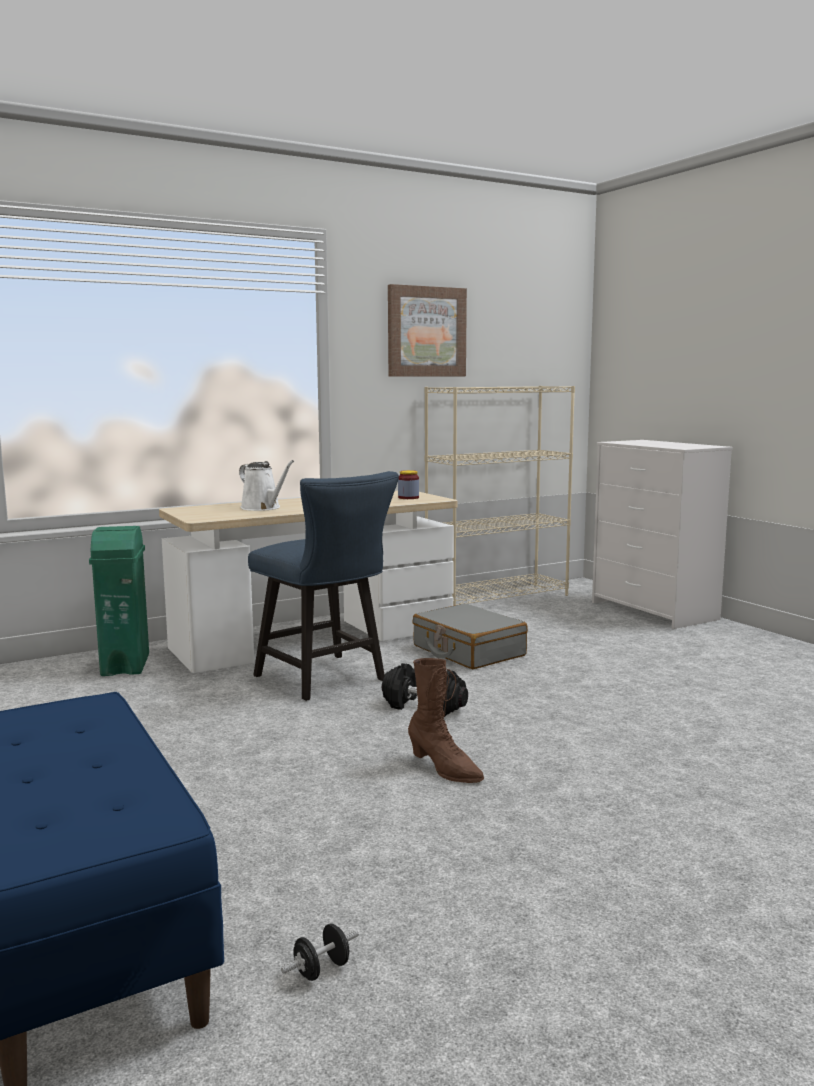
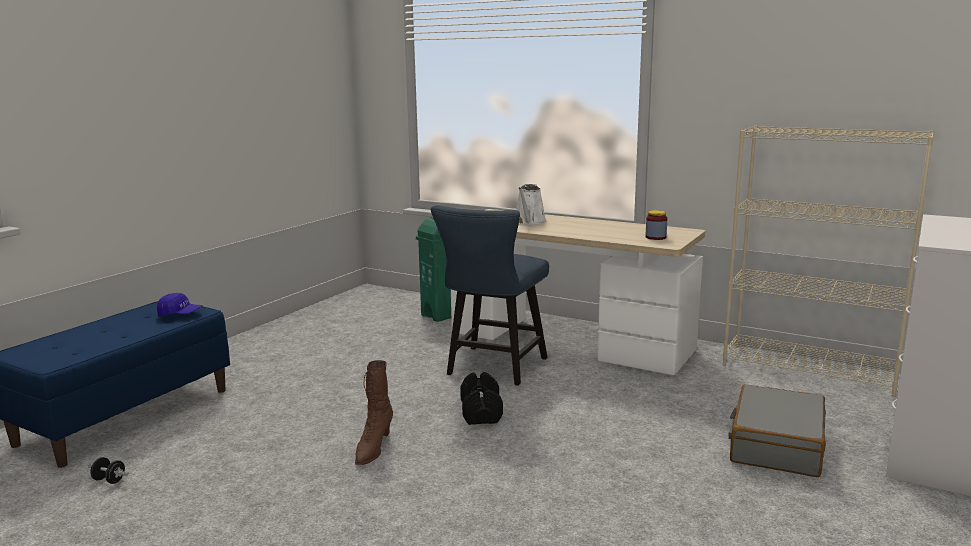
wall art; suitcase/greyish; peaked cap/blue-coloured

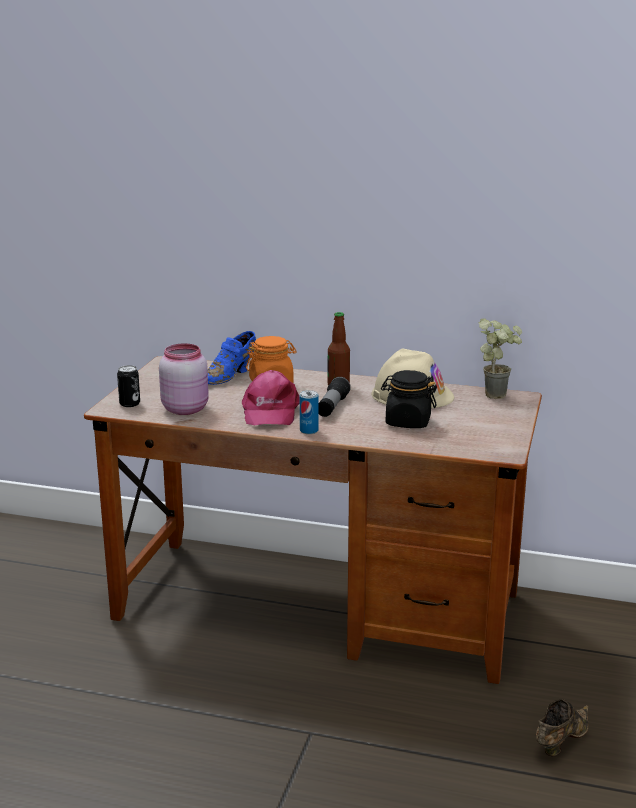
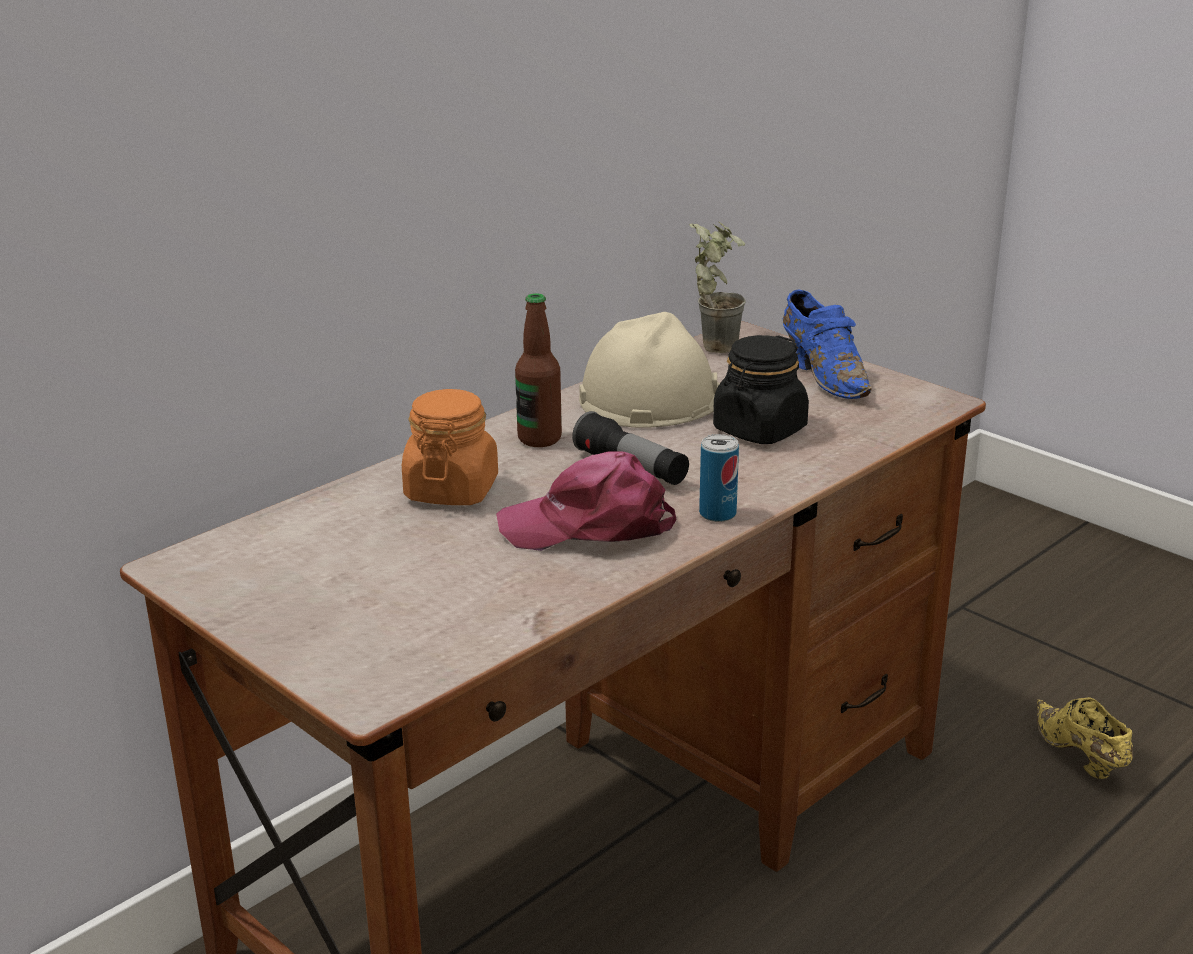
metal can (1st from left in the first image); storage jar/pinkish; shoe/blue-coloured; peaked cap/pinkish; shoe/yellow-coloured

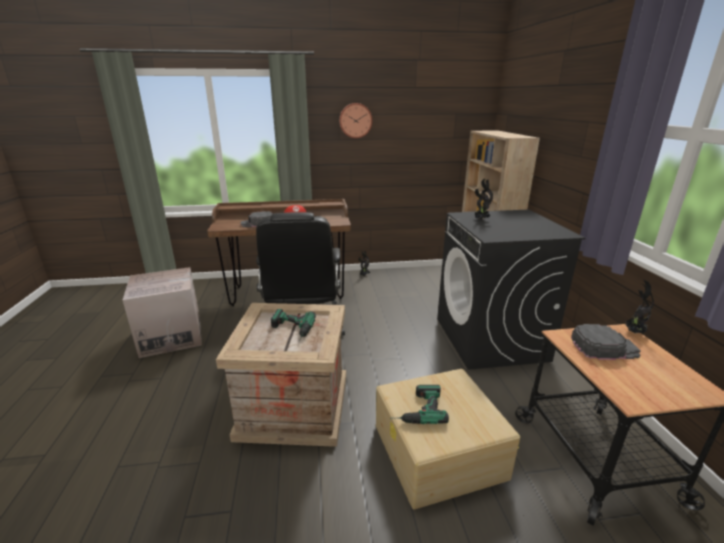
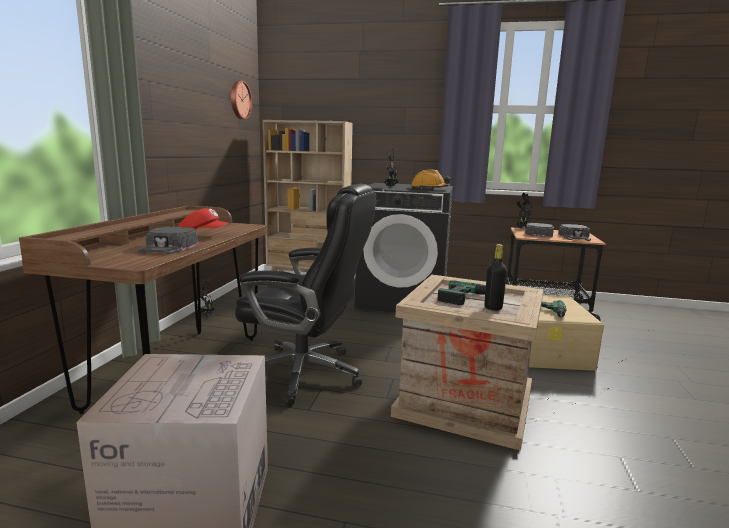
hanging clock; safety helmet/orange; drink bottle/black-coloured; peaked cap/black-coloured (3rd from left)

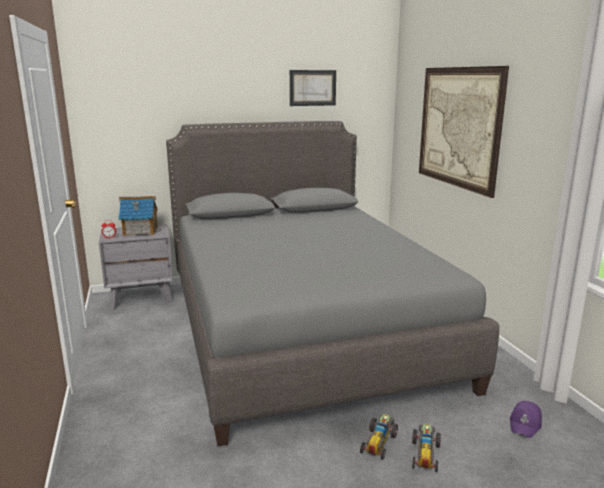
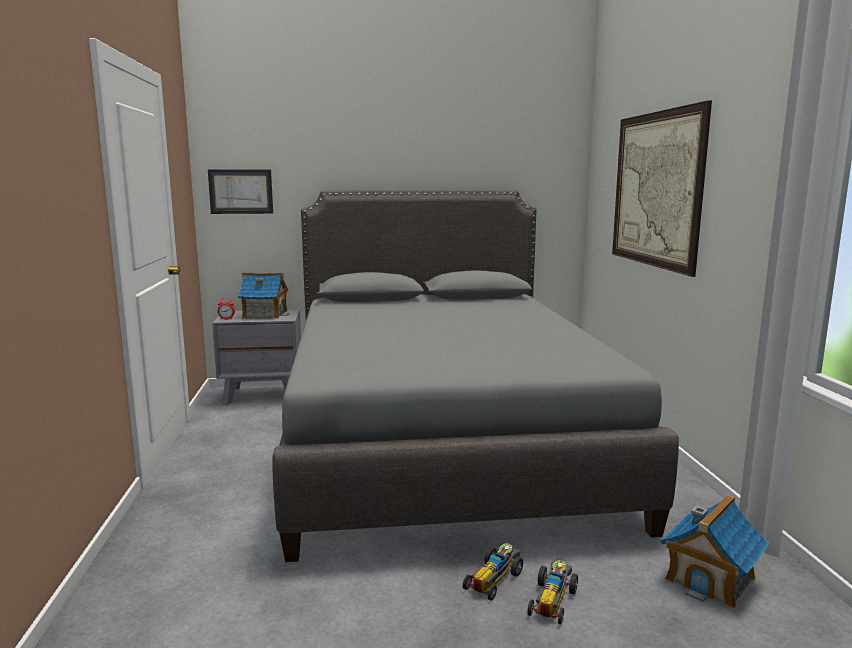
wall art (1st from left); model house (2nd from left)

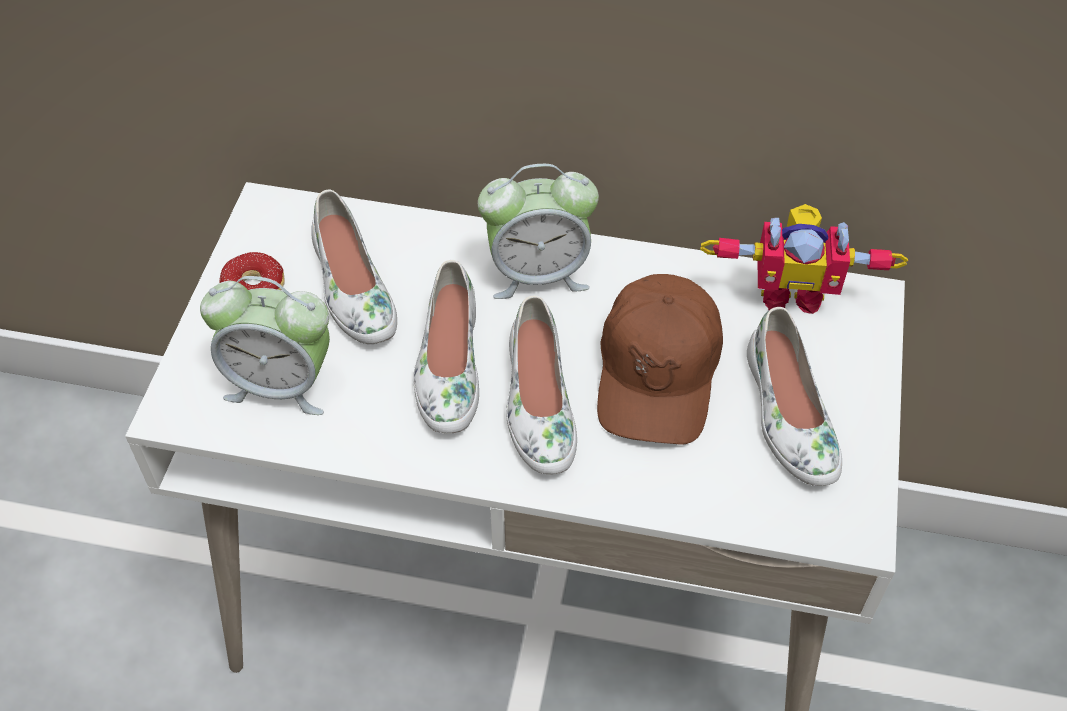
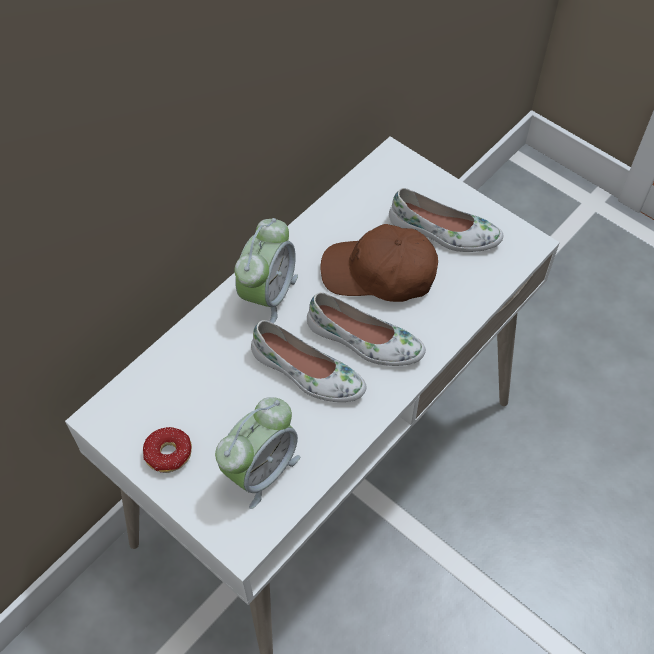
shoe/white-coloured (1st from left in the first image); peaked cap/brownish; toy robot

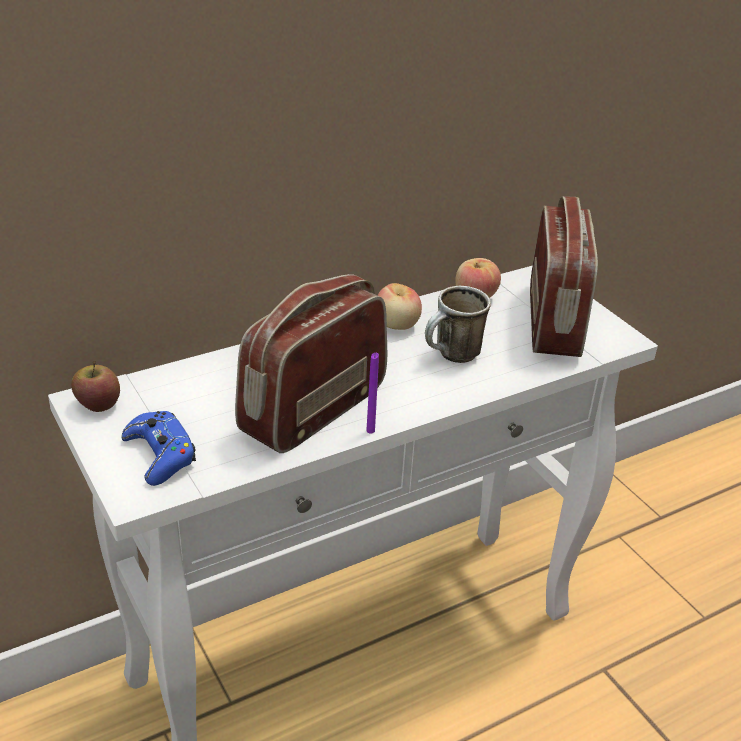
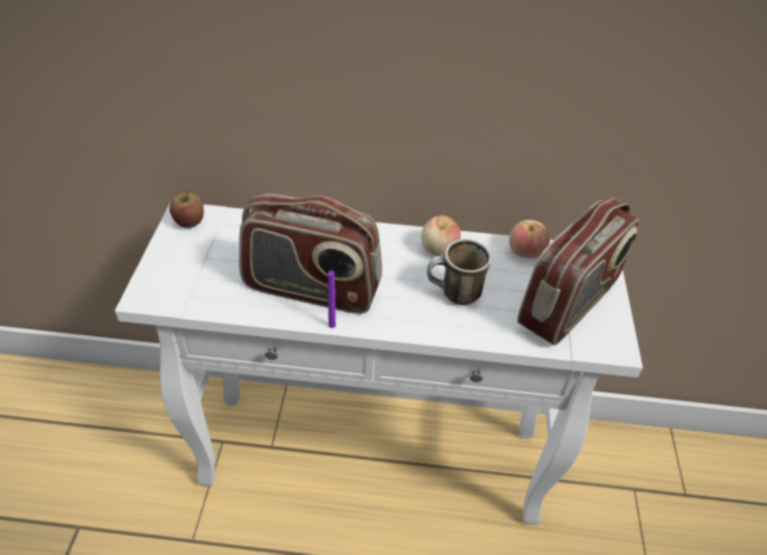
gamepad/blue-coloured; radio receiver (1st from left)

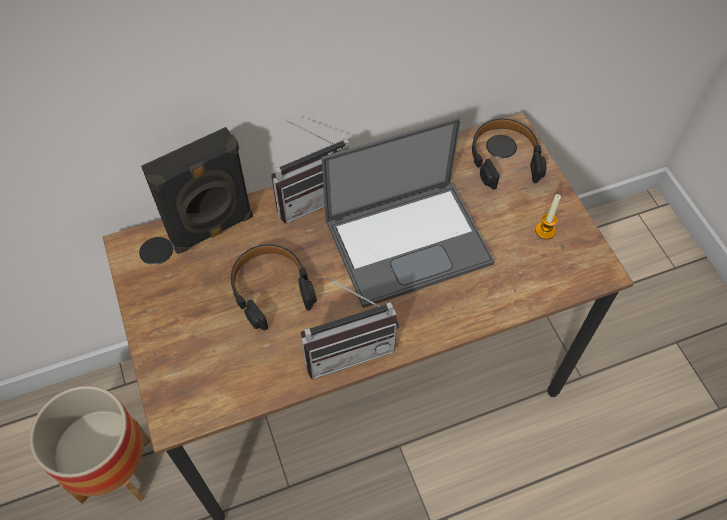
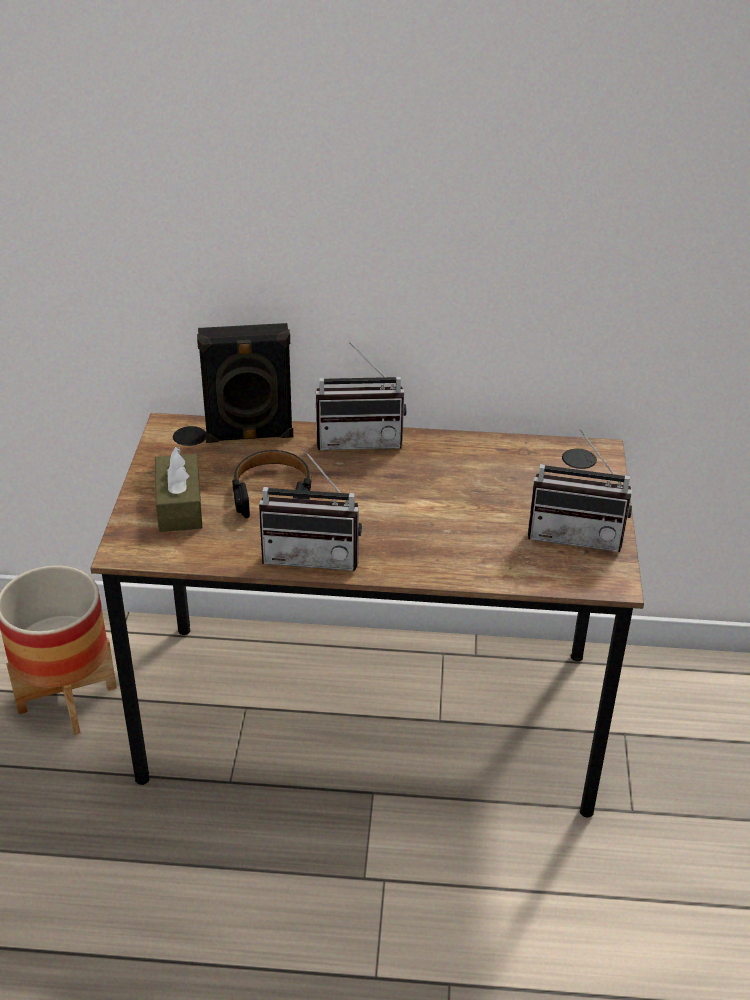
laptop; headphones/black-coloured (2nd from left in the first image); radio receiver (3rd from left); box of tissues/brownish

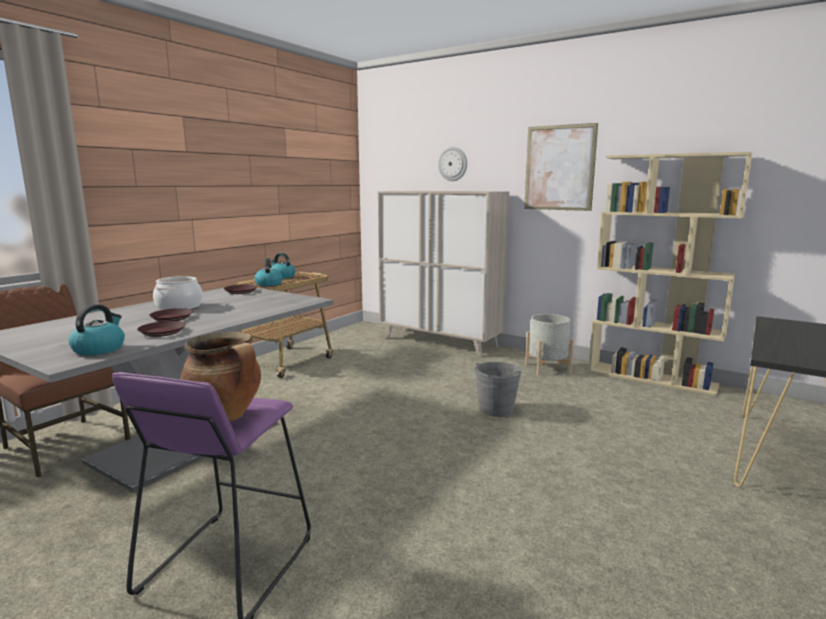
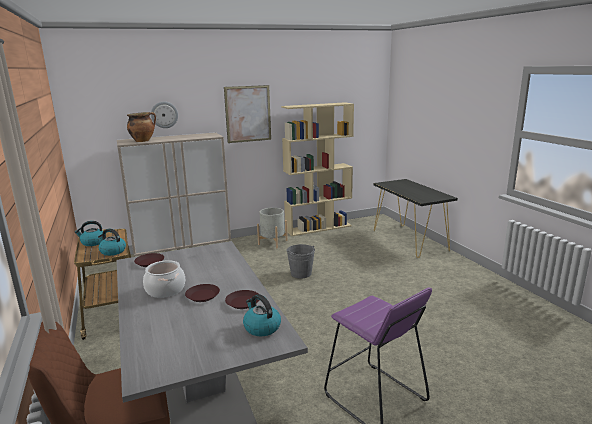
saucepot (1st from left)

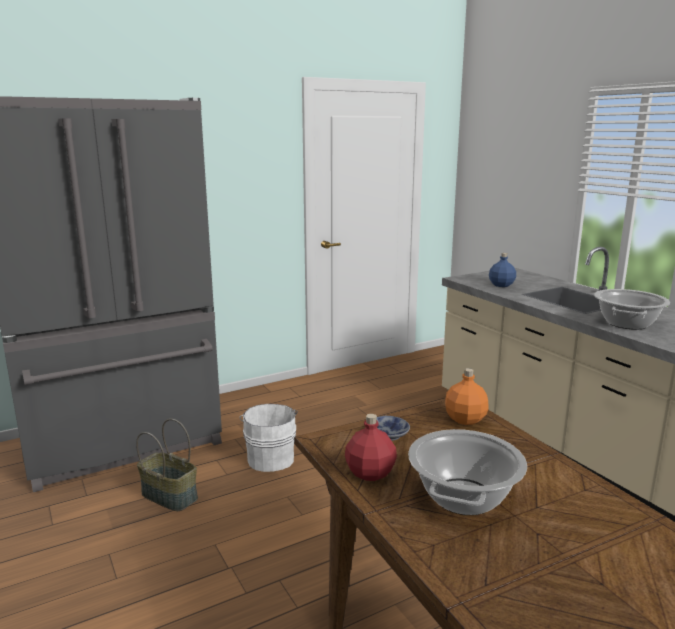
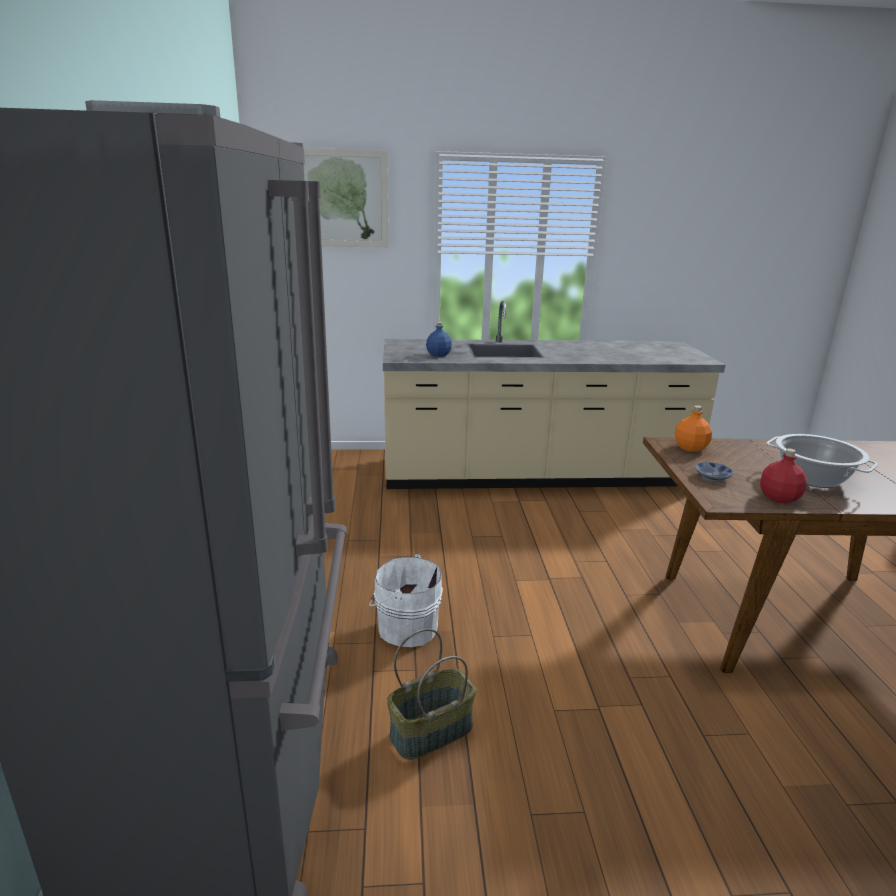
saucepot (2nd from left in the first image); wall art

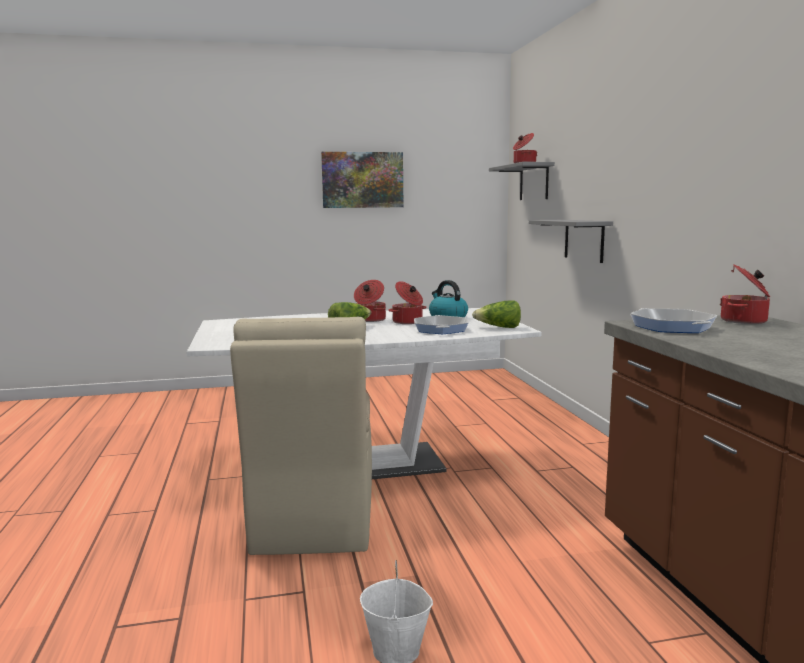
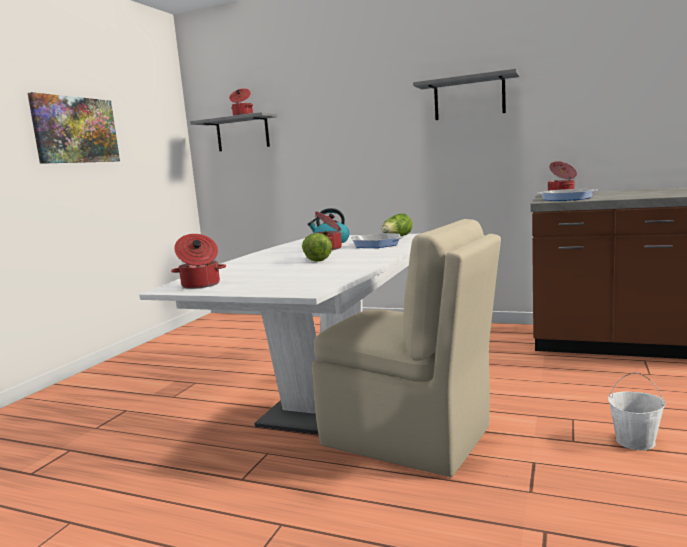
saucepot (1st from left); shelf/greyish (2nd from left)

